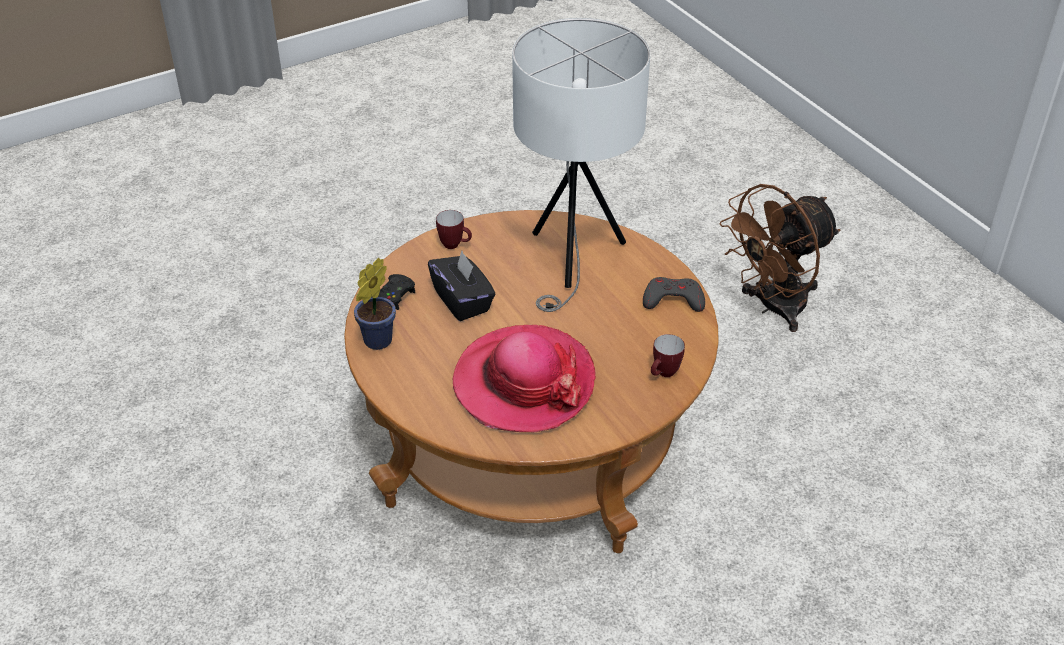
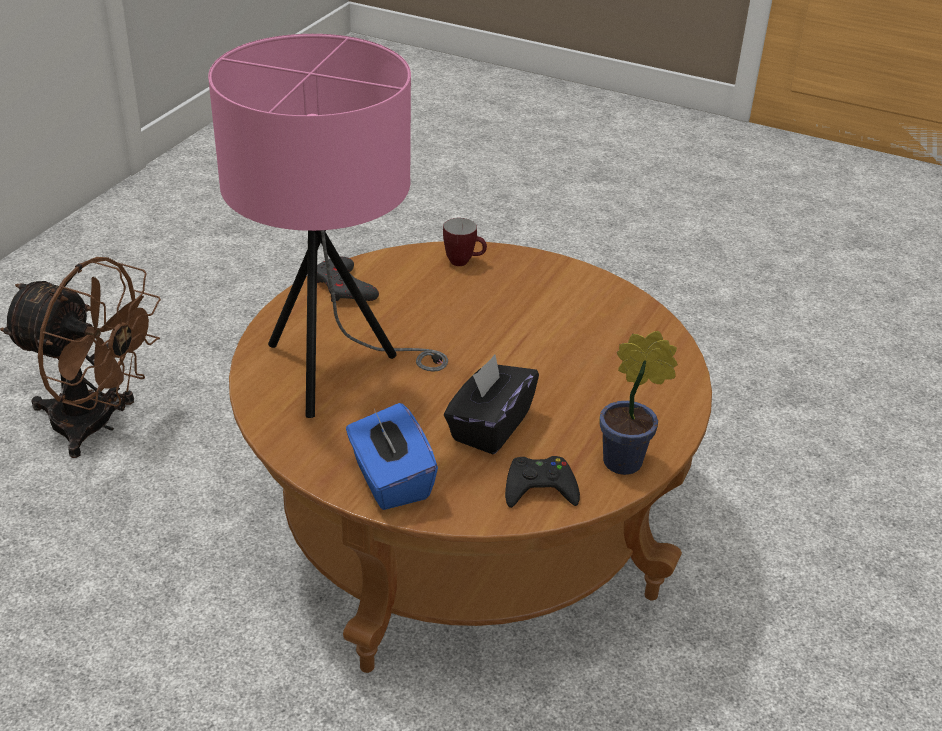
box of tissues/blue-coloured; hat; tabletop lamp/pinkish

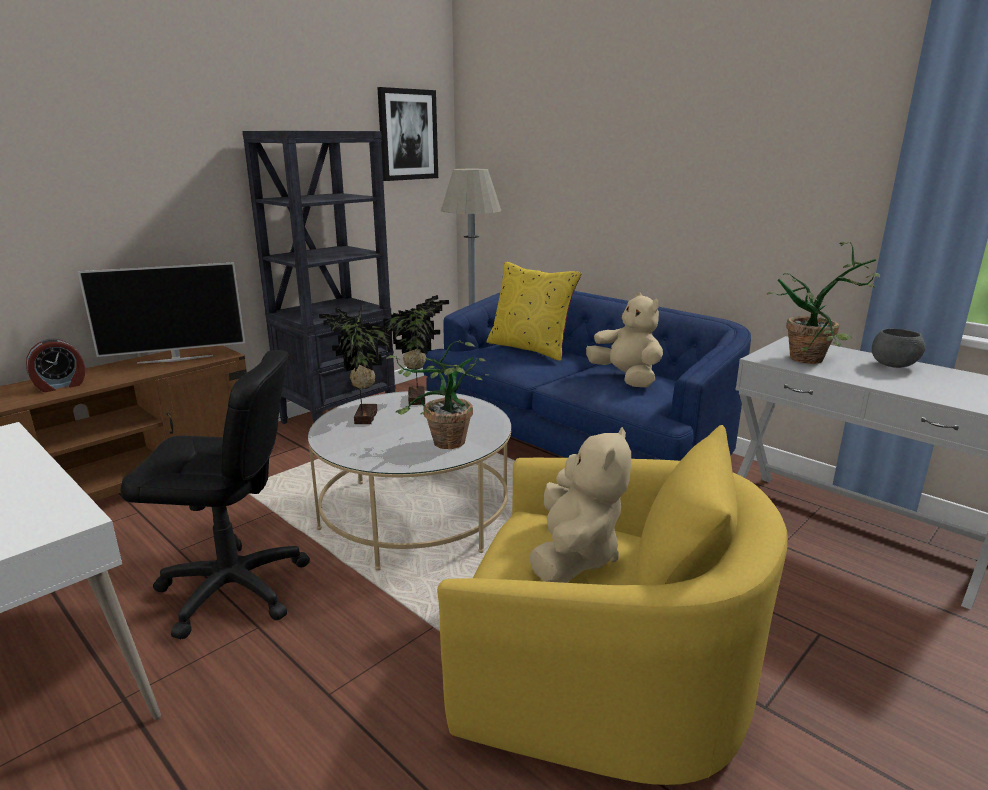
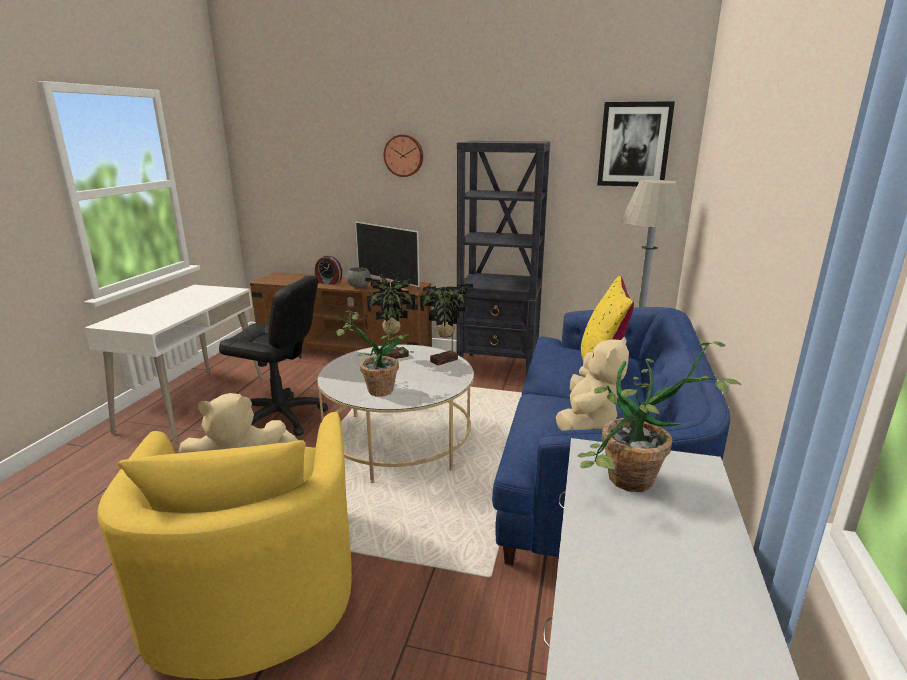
computer chair/black-coloured; serving bowl/greyish; hanging clock

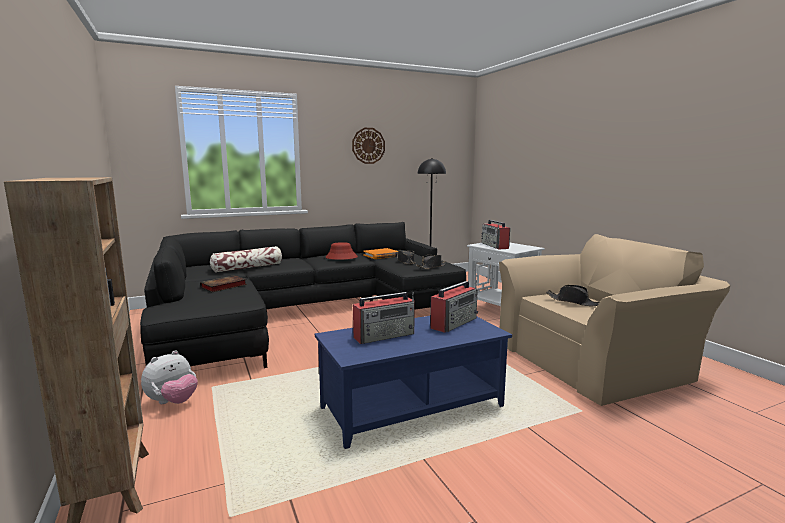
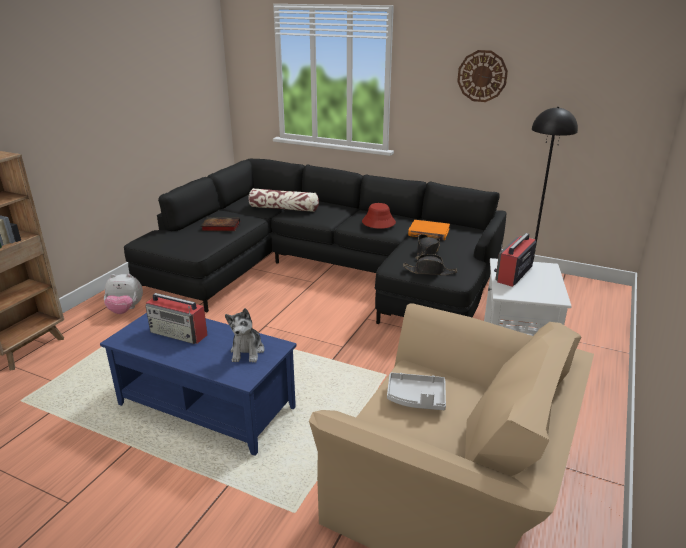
cuddly toy (2nd from left); tray/greyish

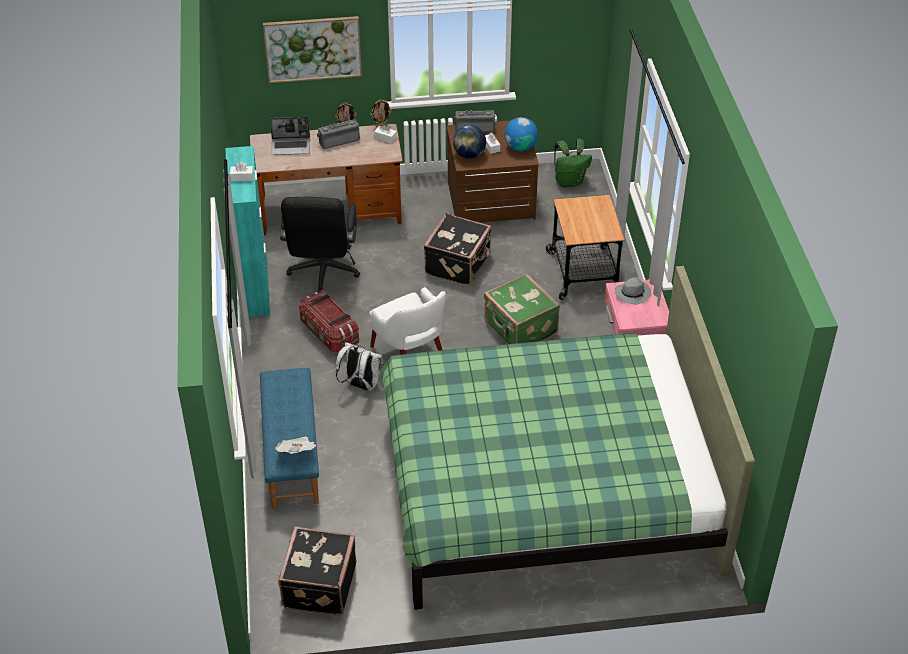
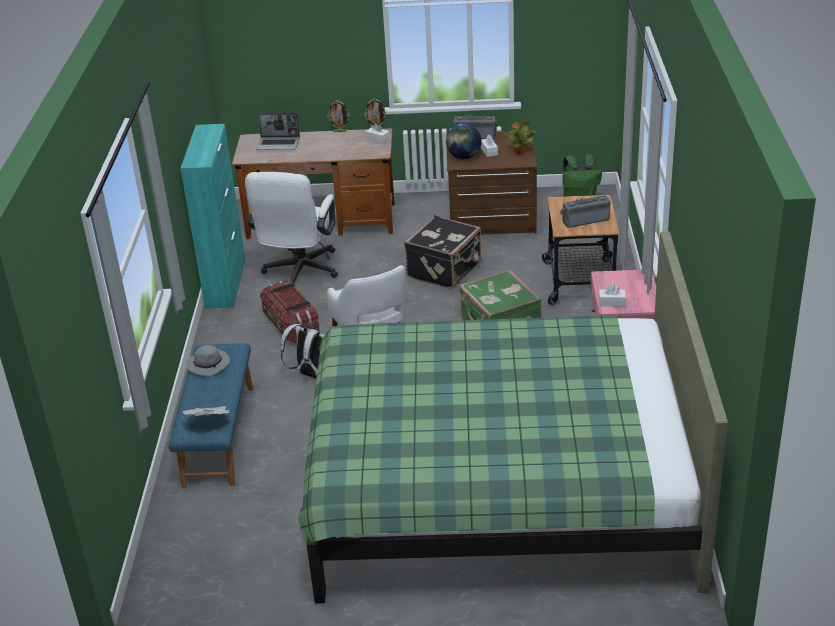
box of tissues/white-coloured (3rd from left); wall art; suitcase/black-coloured (1st from left in the first image); computer chair/white-coloured; radio receiver (2nd from left); houseplant; hat/greyish

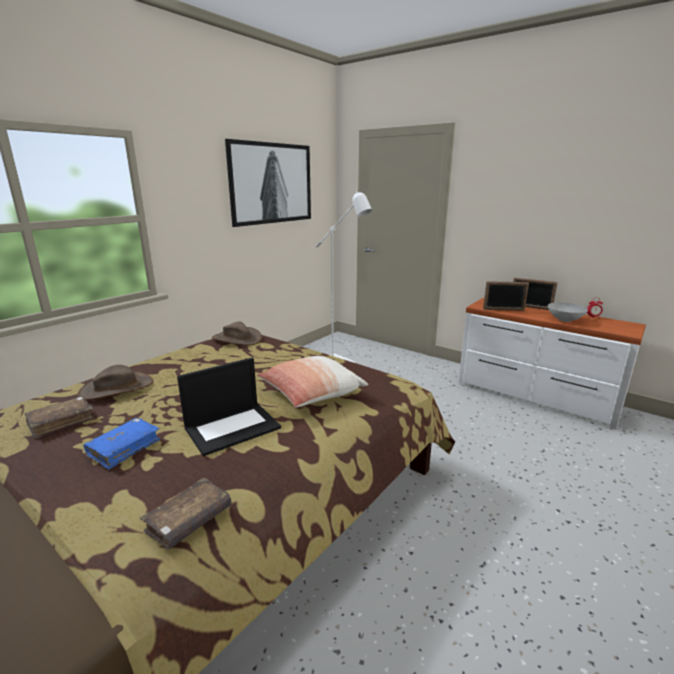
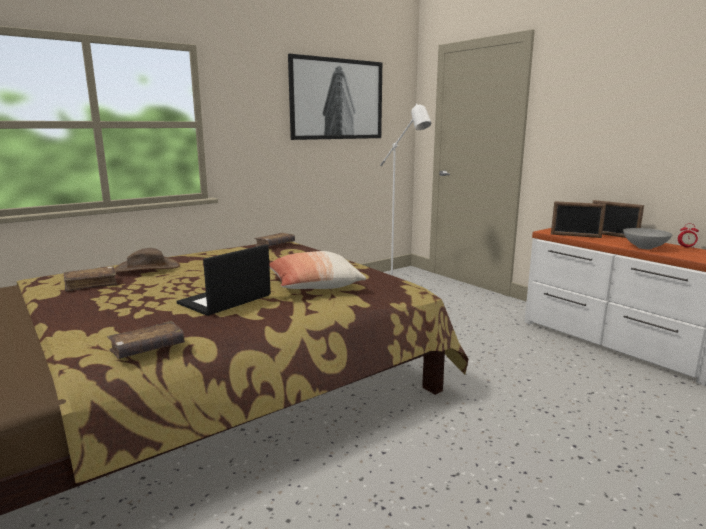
book/blue-coloured; laptop; book/brownish (3rd from left)

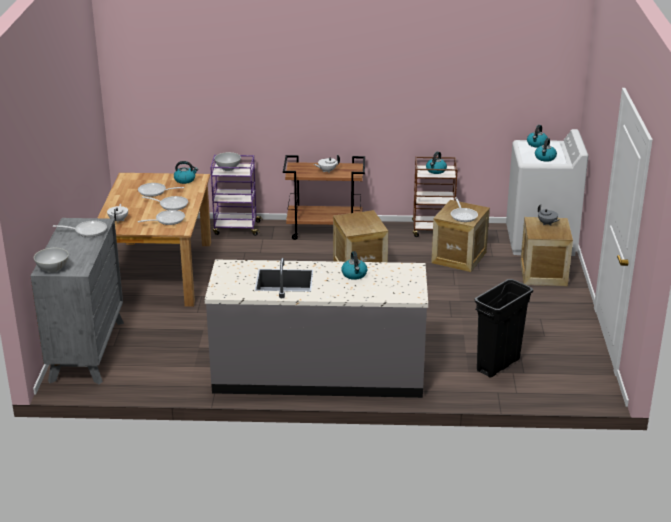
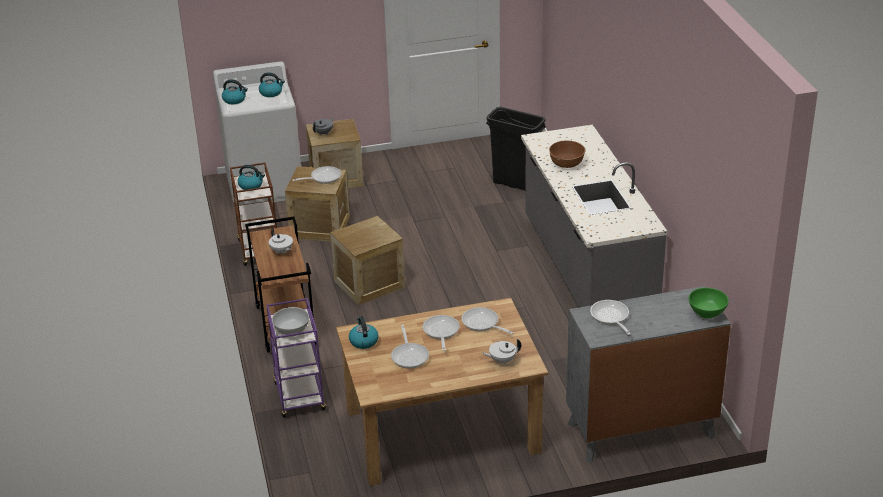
serving bowl/greenish; serving bowl/brownish

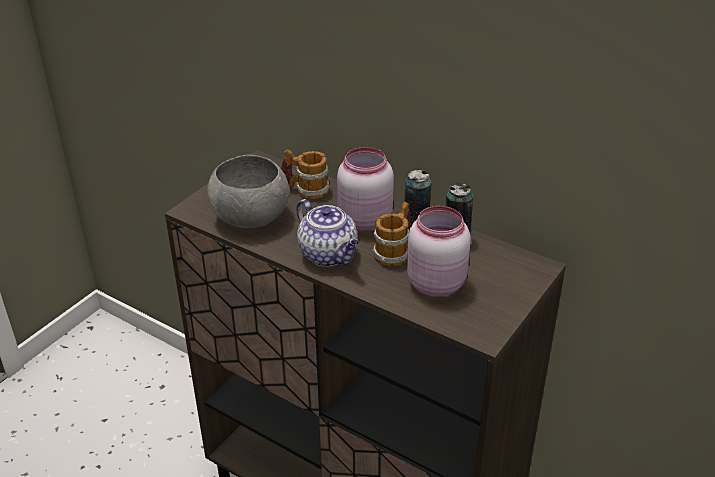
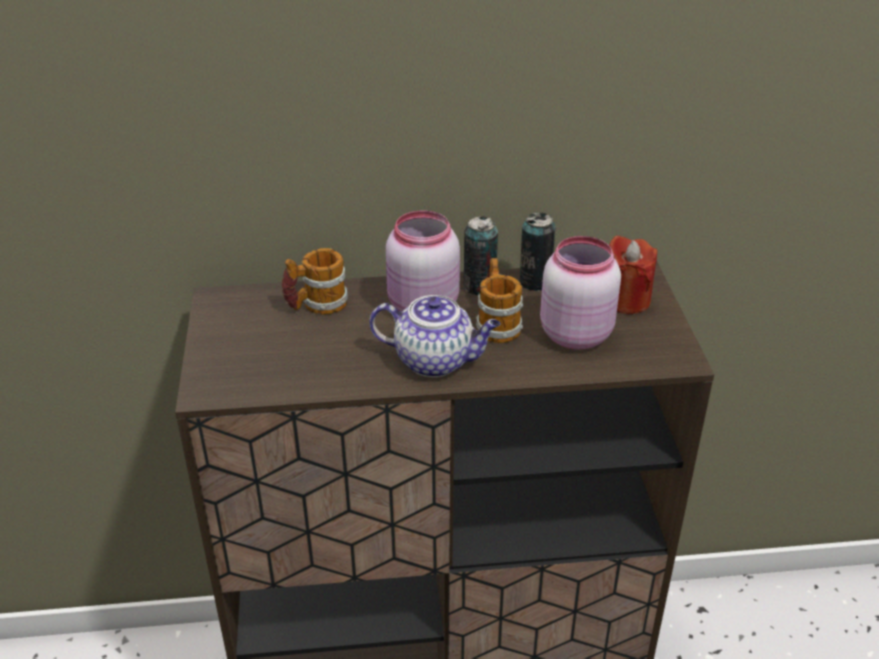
serving bowl/greyish; wax candle/red

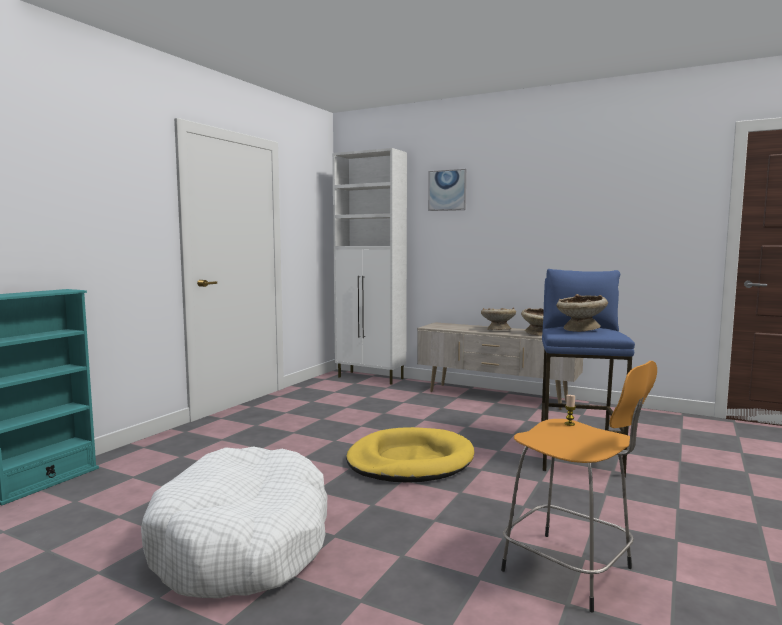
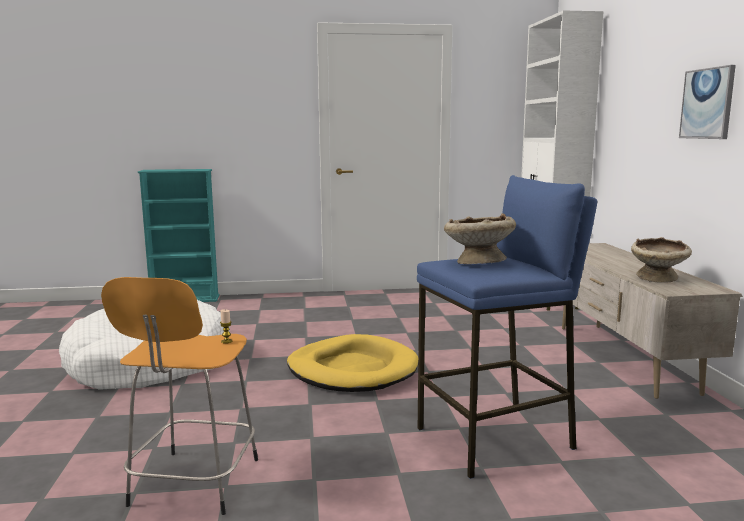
wall art; serving bowl/beige-coloured (1st from left in the first image)

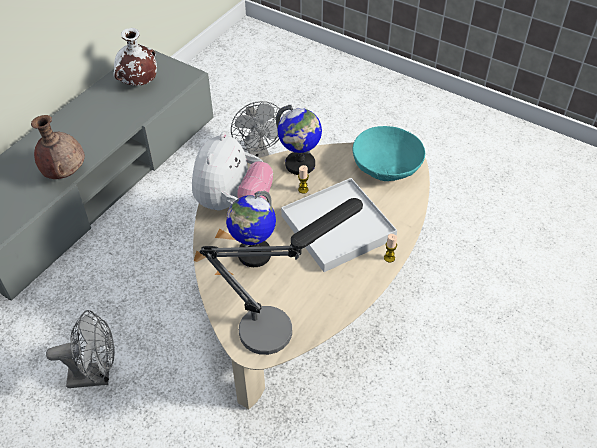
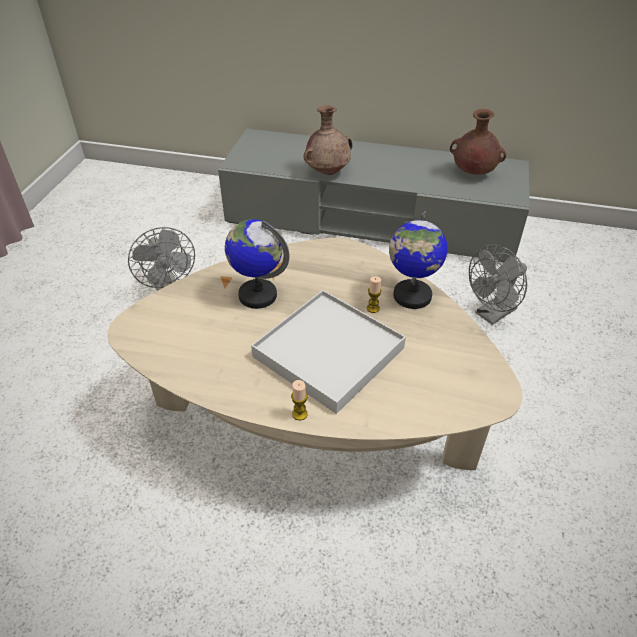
flower vase/brownish (2nd from left); cuddly toy; tabletop lamp; serving bowl/blue-green

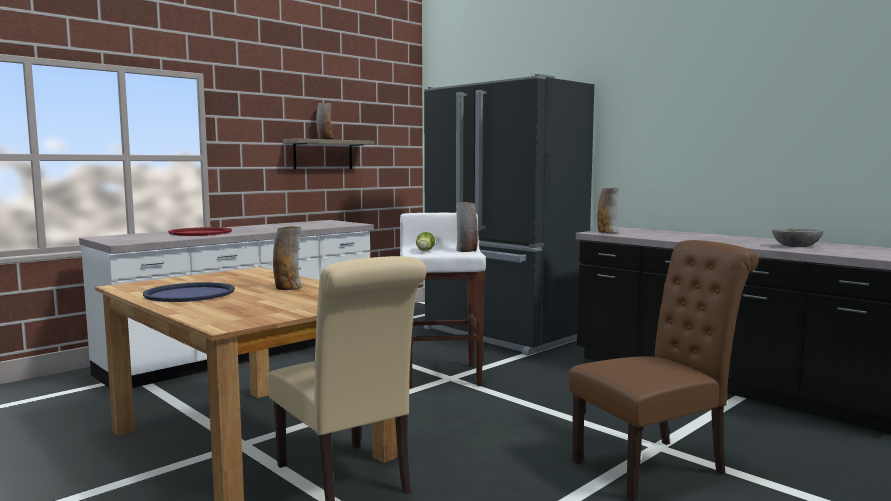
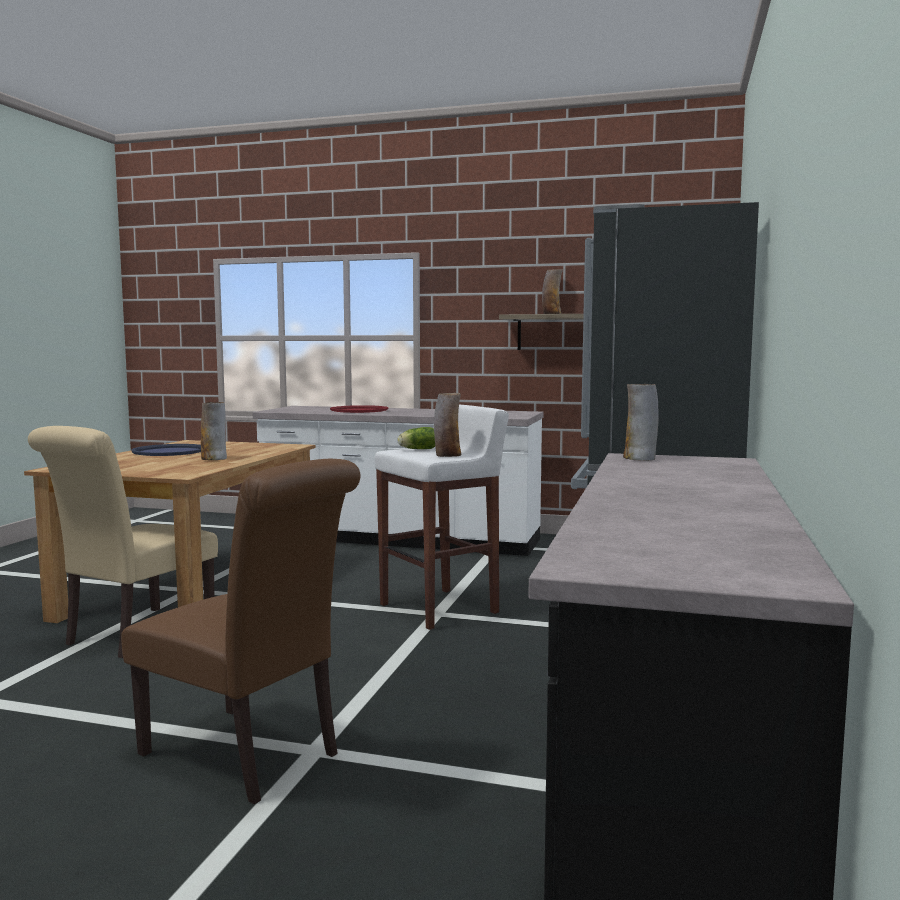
serving bowl/greyish

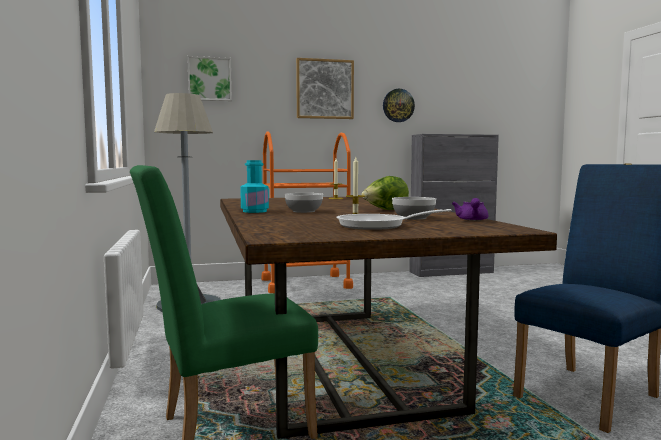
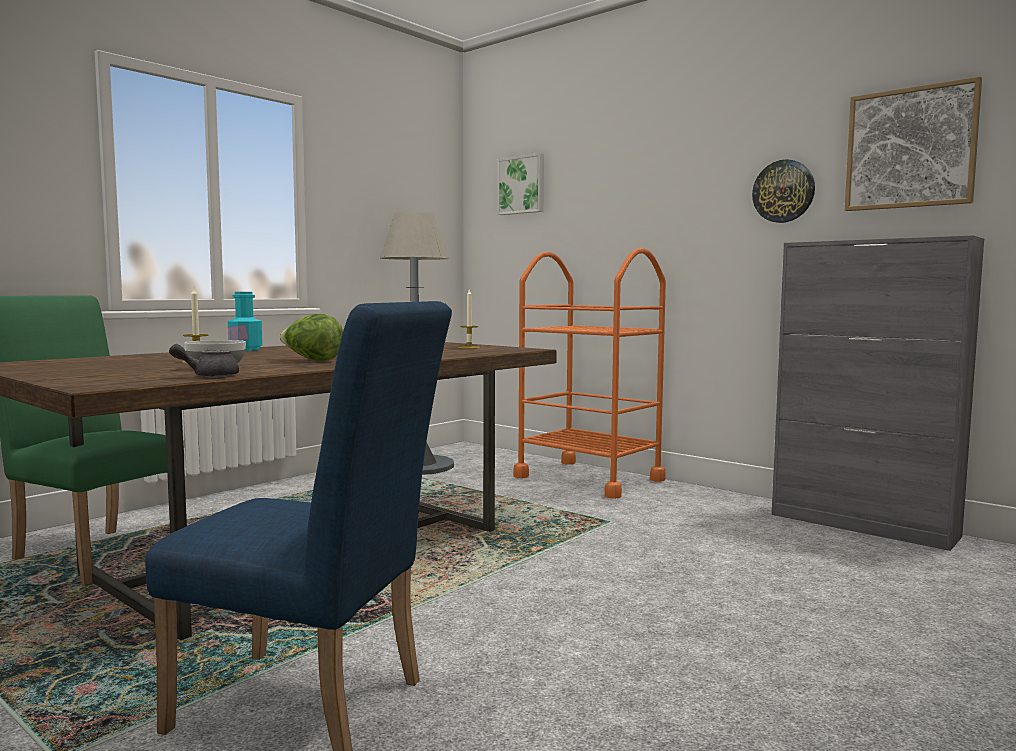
serving bowl (1st from left in the first image); wall art (2nd from left); pan; tea pot/greyish

